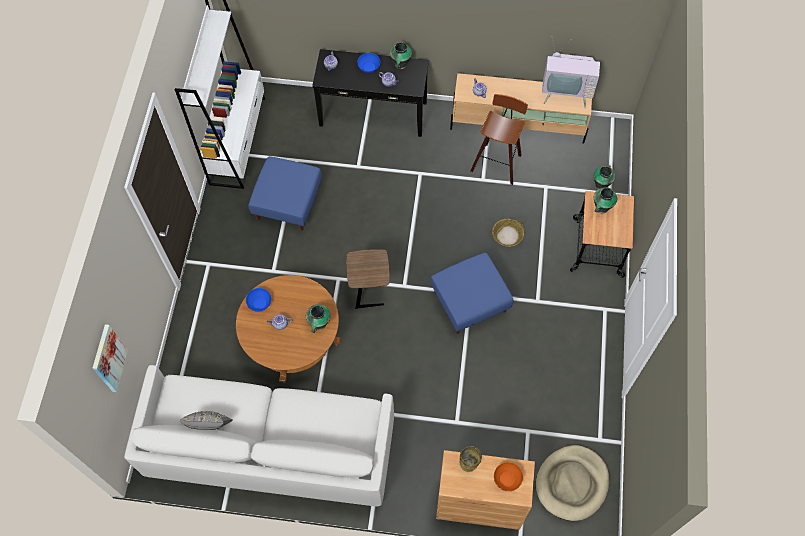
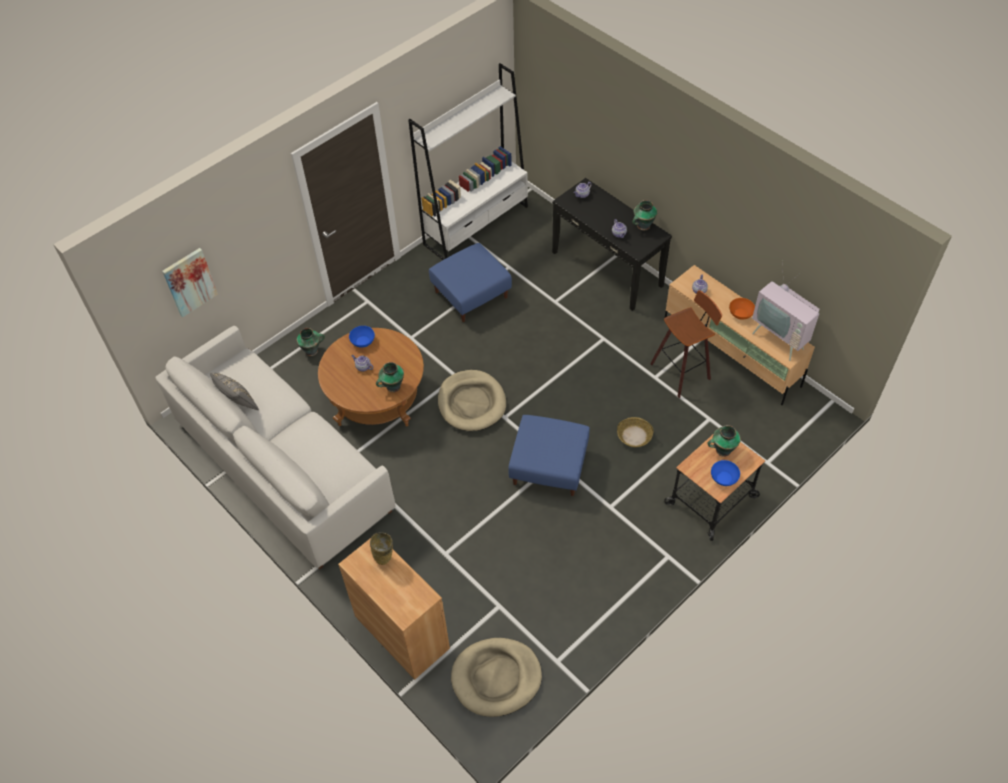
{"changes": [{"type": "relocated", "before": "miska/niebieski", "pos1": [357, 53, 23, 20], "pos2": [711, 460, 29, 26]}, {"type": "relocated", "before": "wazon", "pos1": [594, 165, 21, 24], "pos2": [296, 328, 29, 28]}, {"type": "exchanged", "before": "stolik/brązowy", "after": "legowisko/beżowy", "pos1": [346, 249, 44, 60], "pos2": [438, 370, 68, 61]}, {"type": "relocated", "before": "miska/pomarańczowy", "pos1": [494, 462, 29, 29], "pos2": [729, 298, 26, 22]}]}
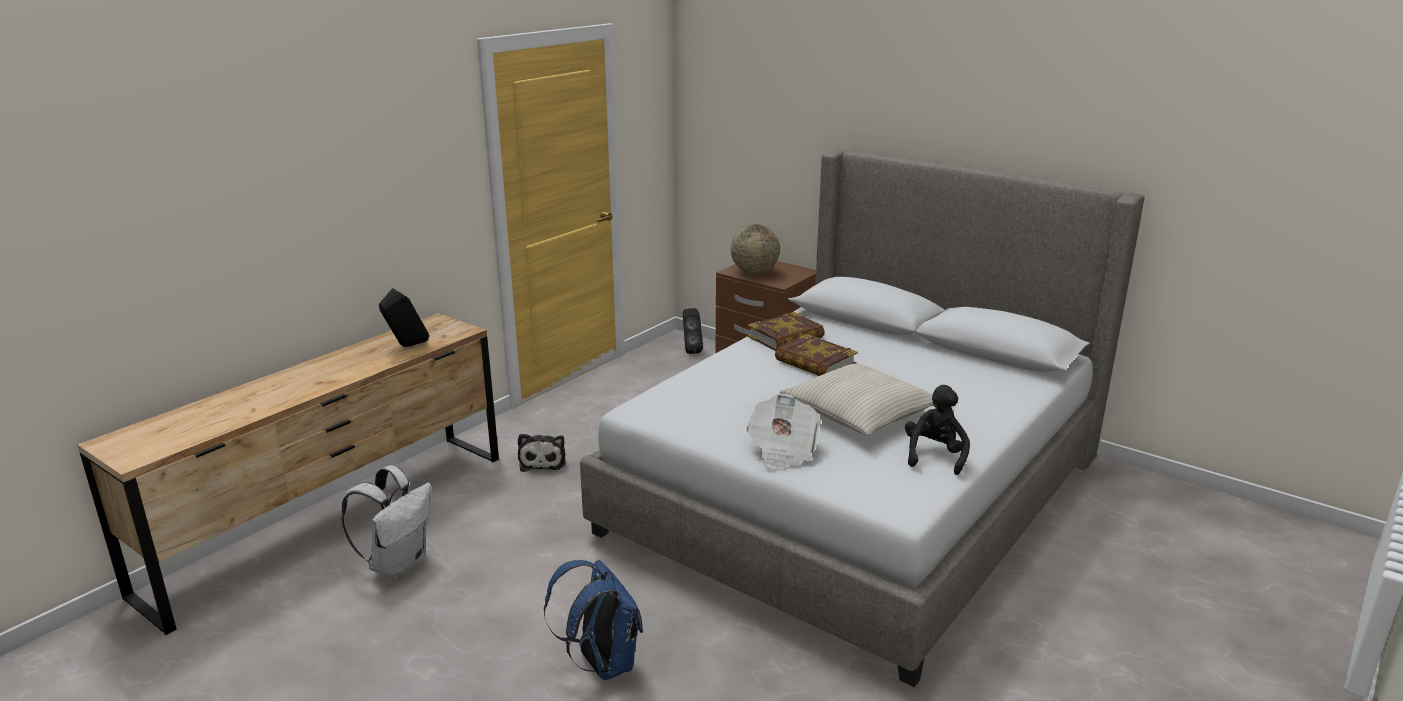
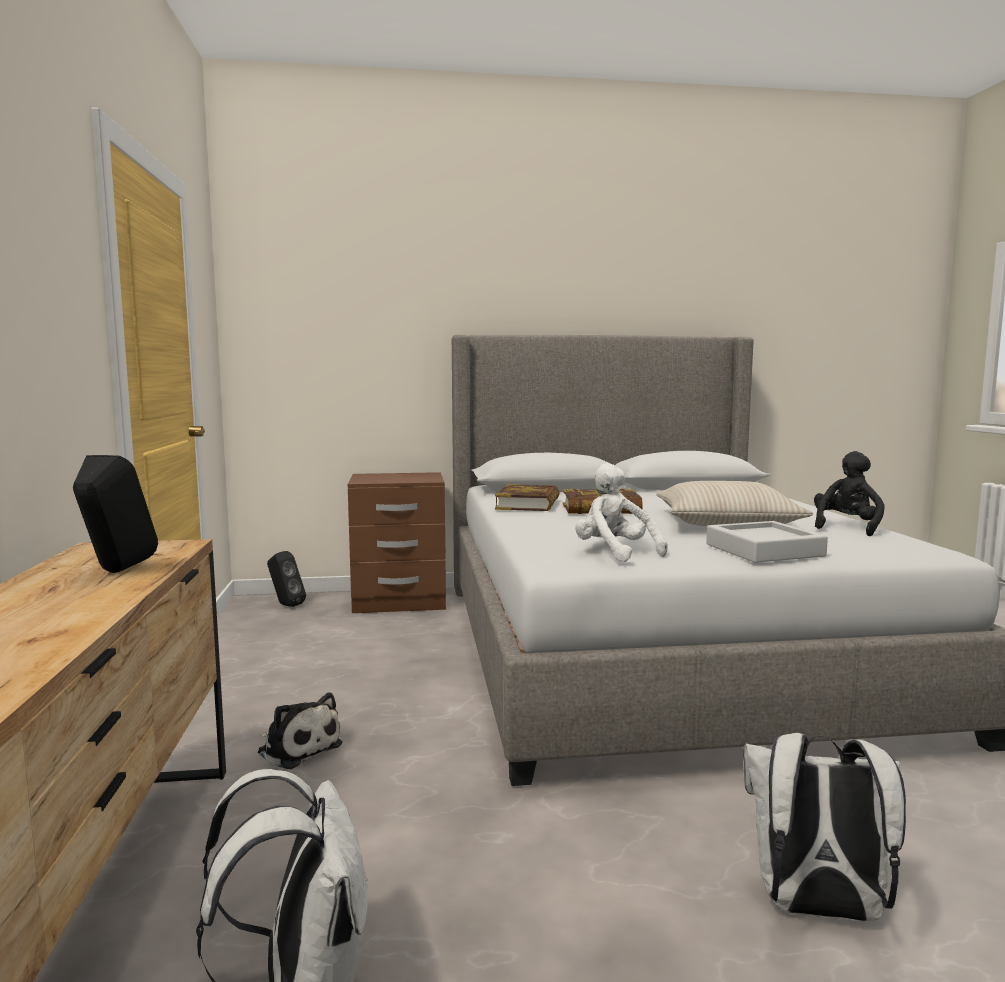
{"changes": [{"type": "missing", "before": "globus", "pos1": [731, 224, 49, 50]}, {"type": "spun", "before": "pluszak/czarny", "pos1": [905, 385, 65, 90], "pos2": [814, 451, 71, 85], "turn": 60}, {"type": "exchanged", "before": "gazeta", "after": "taca/szary", "pos1": [747, 394, 74, 75], "pos2": [706, 521, 122, 42]}, {"type": "colour", "before": "plecak/niebieski", "after": "plecak/biały", "pos1": [544, 560, 99, 121], "pos2": [743, 733, 163, 189]}, {"type": "appeared", "after": "pluszak/biały", "pos2": [575, 463, 93, 99]}]}
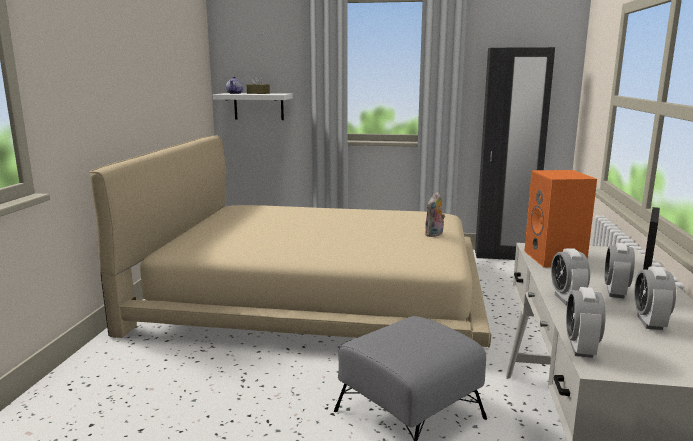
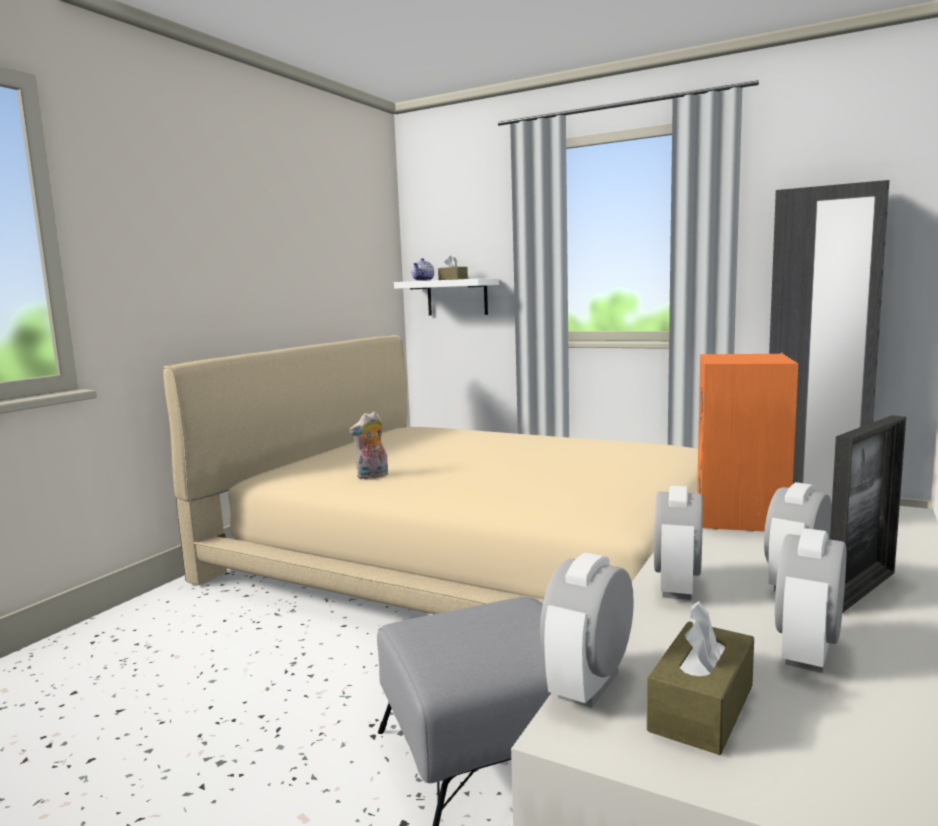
{"changes": [{"type": "relocated", "before": "pluszak", "pos1": [425, 192, 20, 45], "pos2": [349, 412, 39, 67]}, {"type": "appeared", "after": "pudełko chusteczek/brązowy", "pos2": [647, 601, 107, 154]}]}
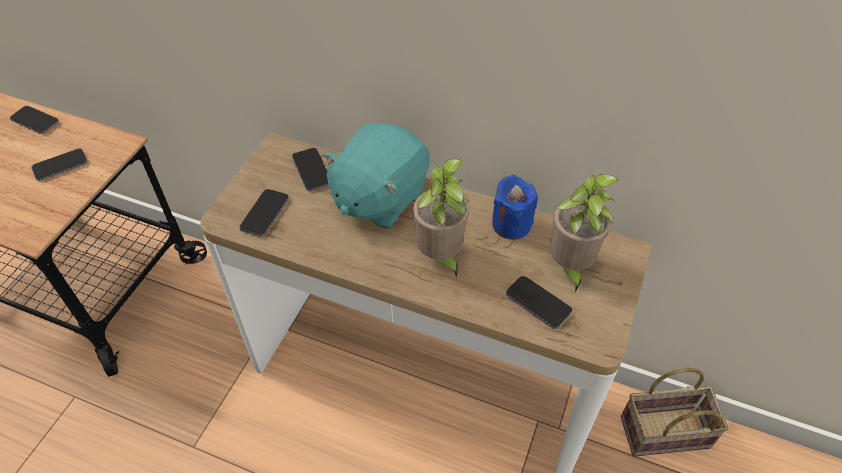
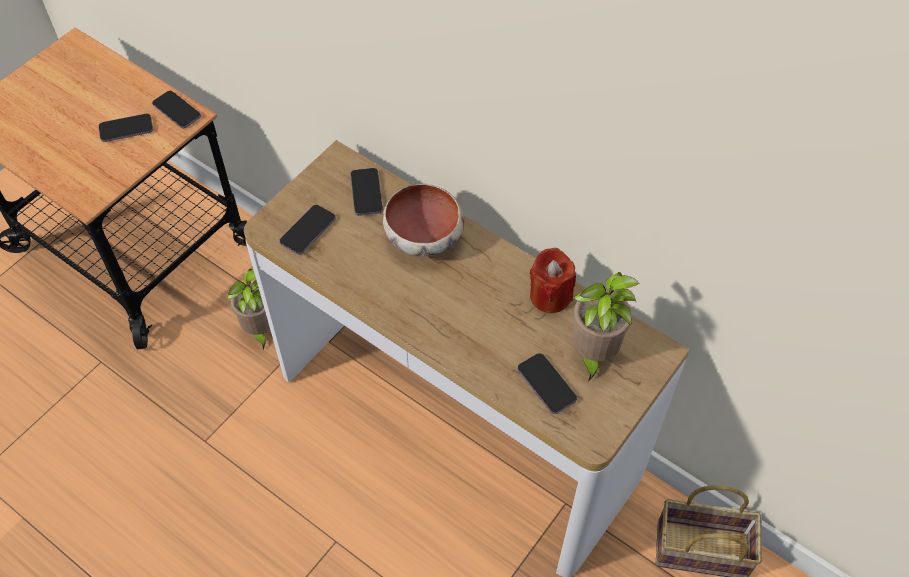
{"changes": [{"type": "relocated", "before": "telefon", "pos1": [10, 106, 49, 28], "pos2": [152, 91, 49, 37]}, {"type": "exchanged", "before": "pluszak/turkusowy", "after": "miska", "pos1": [322, 123, 108, 106], "pos2": [383, 184, 81, 73]}, {"type": "relocated", "before": "roślina doniczkowa", "pos1": [413, 159, 58, 120], "pos2": [226, 268, 44, 82]}, {"type": "colour", "before": "świeca/niebieski", "after": "świeca/czerwony", "pos1": [492, 175, 46, 64], "pos2": [530, 248, 46, 65]}]}
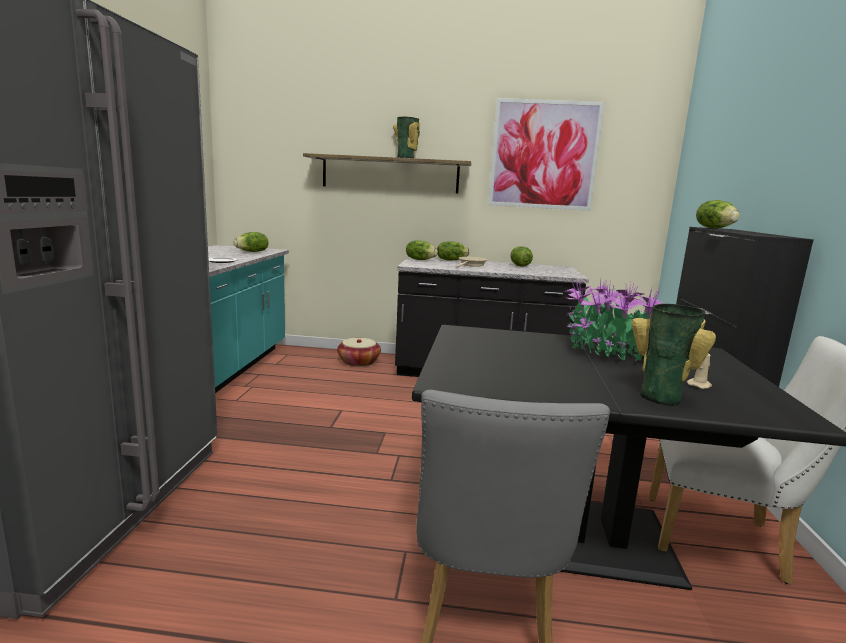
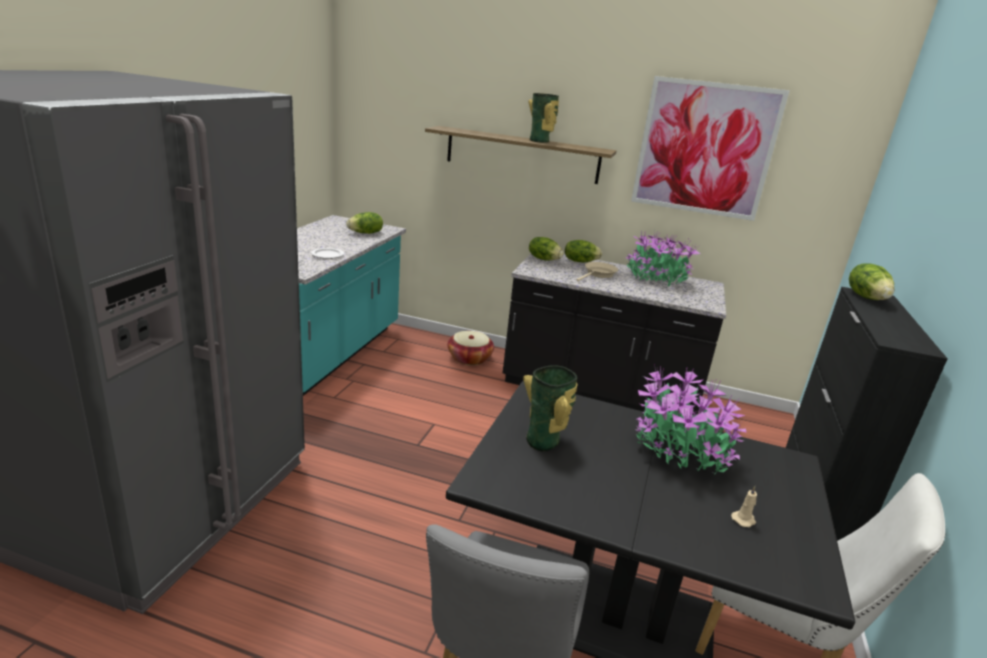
{"changes": [{"type": "exchanged", "before": "sałata", "after": "roślina doniczkowa", "pos1": [510, 246, 23, 21], "pos2": [626, 230, 75, 56]}, {"type": "relocated", "before": "wazon", "pos1": [631, 304, 85, 102], "pos2": [523, 365, 55, 86]}]}
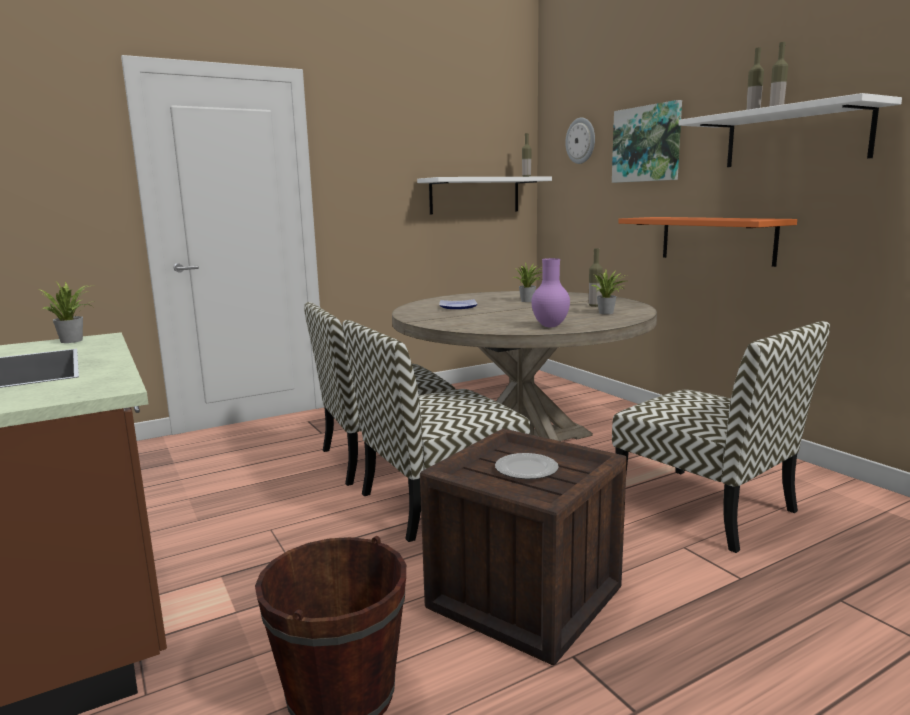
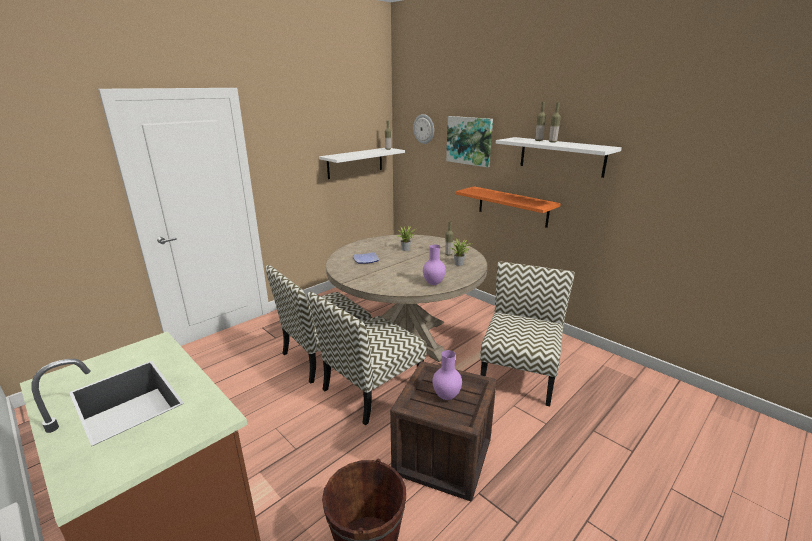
{"changes": [{"type": "missing", "before": "roślina doniczkowa", "pos1": [38, 282, 57, 61]}, {"type": "spun", "before": "krzesło", "pos1": [612, 321, 218, 232], "pos2": [480, 261, 95, 145], "turn": -105}, {"type": "exchanged", "before": "talerz", "after": "wazon/fioletowy", "pos1": [495, 453, 64, 26], "pos2": [433, 350, 29, 50]}]}
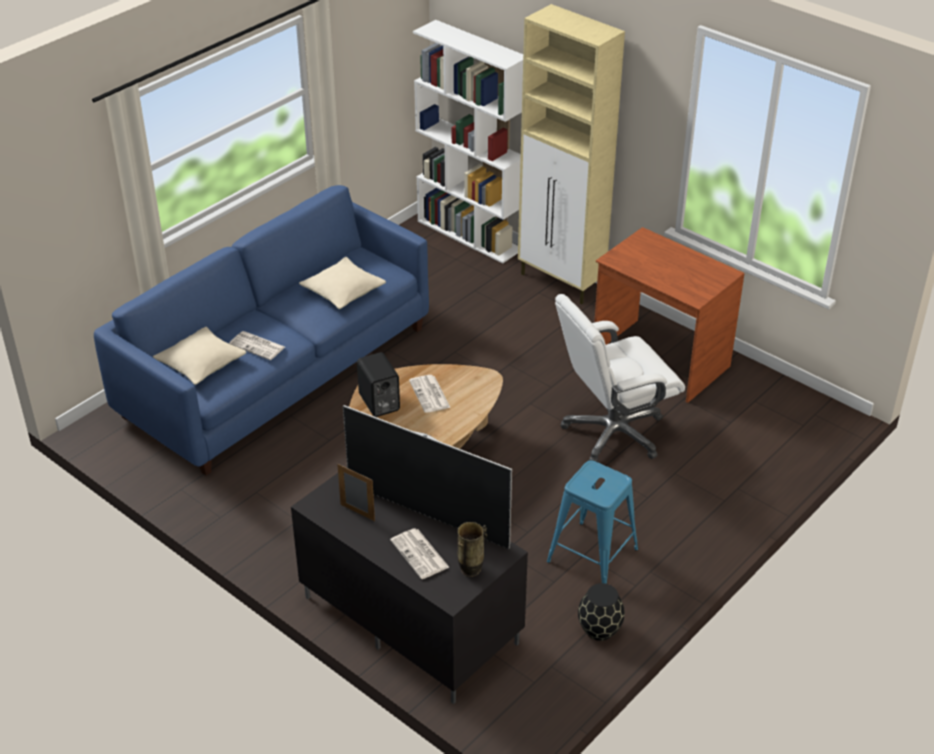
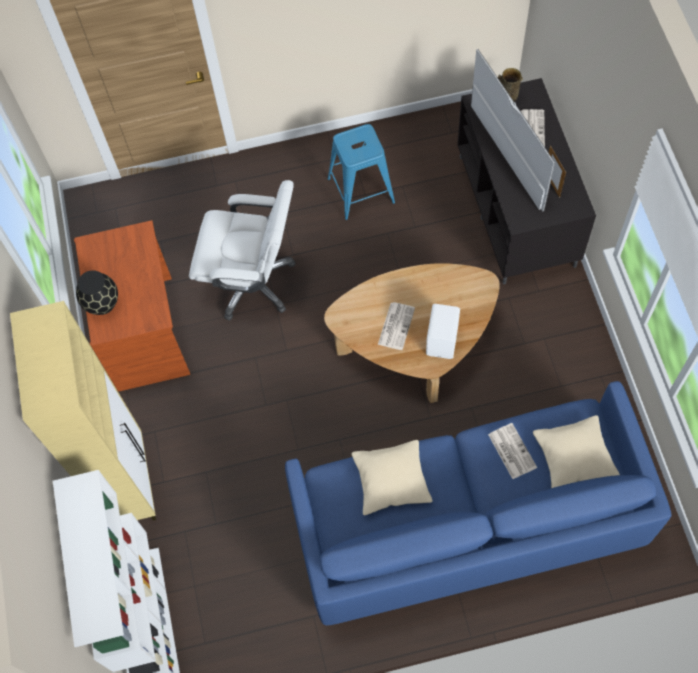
{"changes": [{"type": "colour", "before": "głośnik/czarny", "after": "głośnik/biały", "pos1": [357, 352, 43, 65], "pos2": [426, 304, 34, 55]}, {"type": "relocated", "before": "wazon/czarny", "pos1": [578, 583, 47, 58], "pos2": [76, 270, 42, 45]}]}
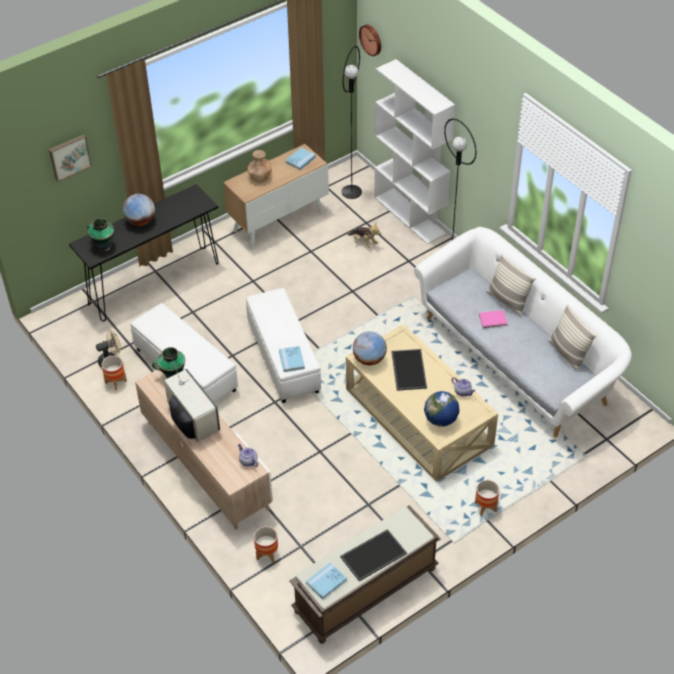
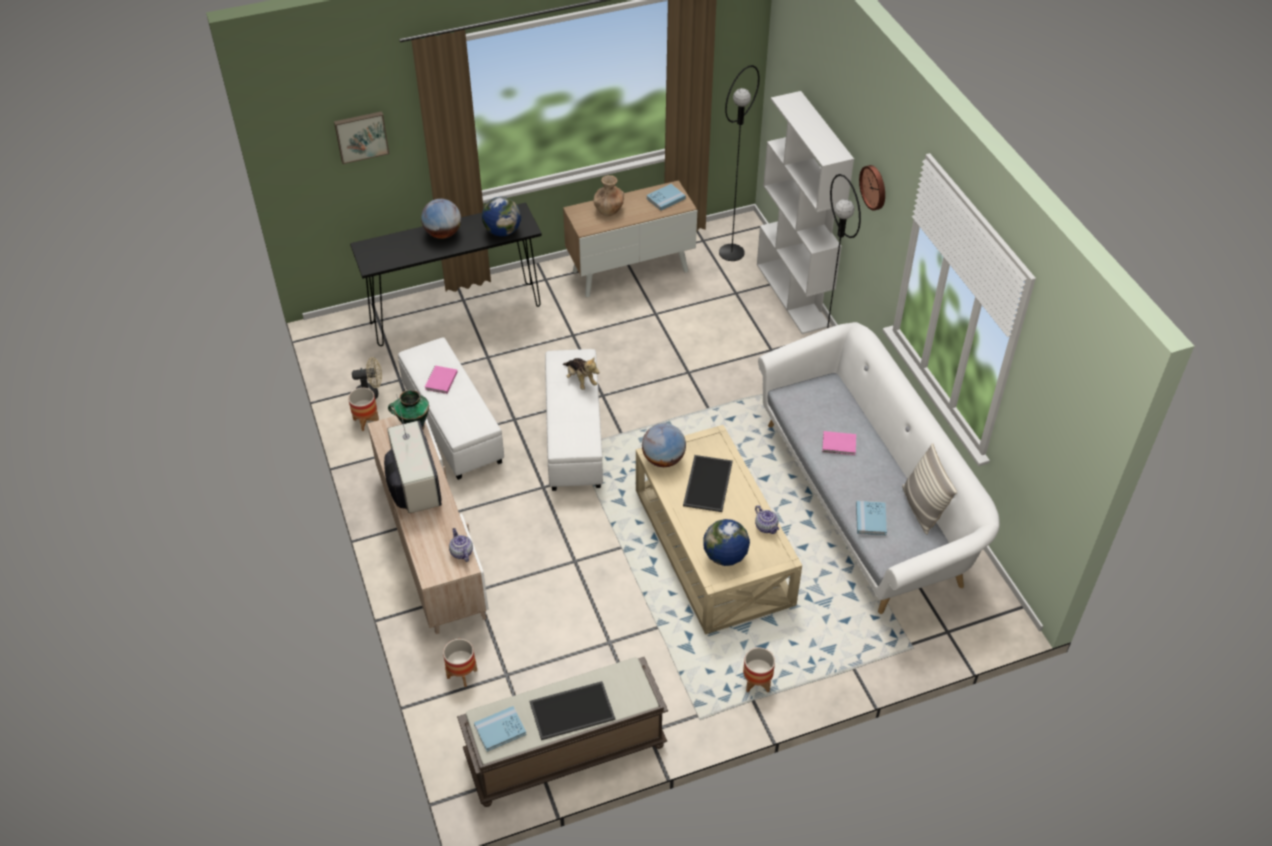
{"changes": [{"type": "relocated", "before": "zegar ścienny", "pos1": [359, 24, 22, 32], "pos2": [859, 165, 26, 46]}, {"type": "missing", "before": "wazon", "pos1": [87, 218, 27, 34]}, {"type": "relocated", "before": "pluszak", "pos1": [347, 224, 34, 24], "pos2": [563, 356, 37, 34]}, {"type": "missing", "before": "poduszka", "pos1": [486, 253, 50, 63]}, {"type": "relocated", "before": "książka/niebieski", "pos1": [279, 346, 26, 26], "pos2": [856, 501, 31, 34]}, {"type": "appeared", "after": "globus", "pos2": [482, 197, 39, 40]}, {"type": "appeared", "after": "książka/różowy", "pos2": [425, 365, 33, 29]}]}
